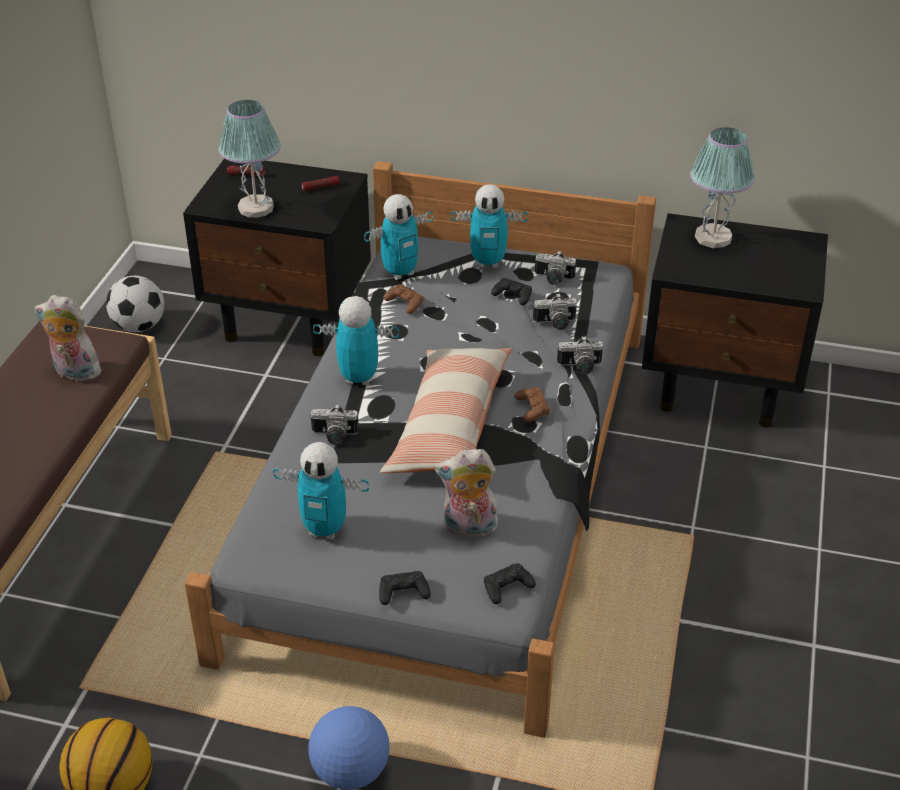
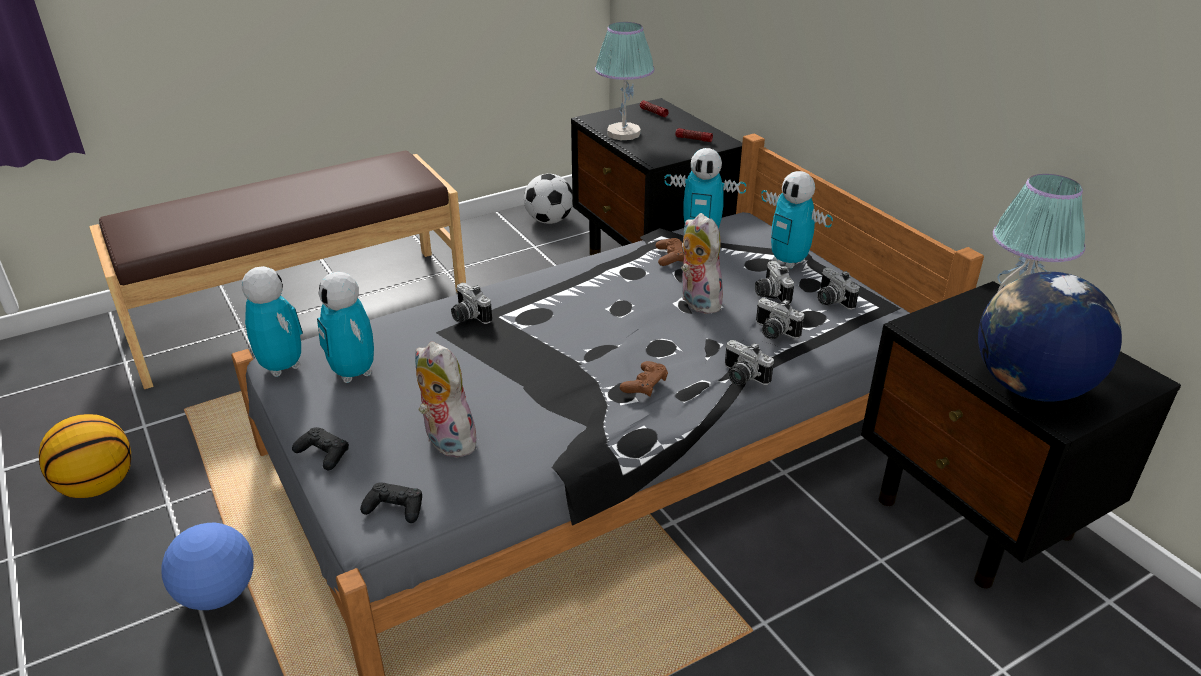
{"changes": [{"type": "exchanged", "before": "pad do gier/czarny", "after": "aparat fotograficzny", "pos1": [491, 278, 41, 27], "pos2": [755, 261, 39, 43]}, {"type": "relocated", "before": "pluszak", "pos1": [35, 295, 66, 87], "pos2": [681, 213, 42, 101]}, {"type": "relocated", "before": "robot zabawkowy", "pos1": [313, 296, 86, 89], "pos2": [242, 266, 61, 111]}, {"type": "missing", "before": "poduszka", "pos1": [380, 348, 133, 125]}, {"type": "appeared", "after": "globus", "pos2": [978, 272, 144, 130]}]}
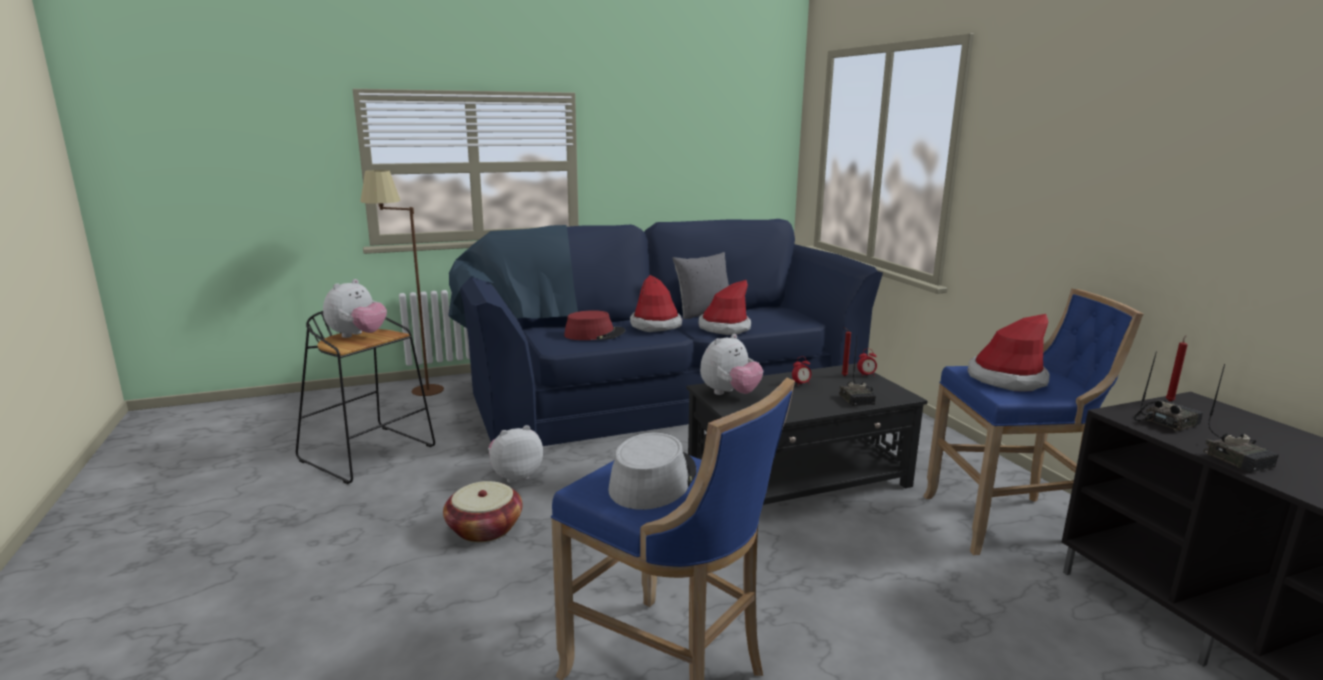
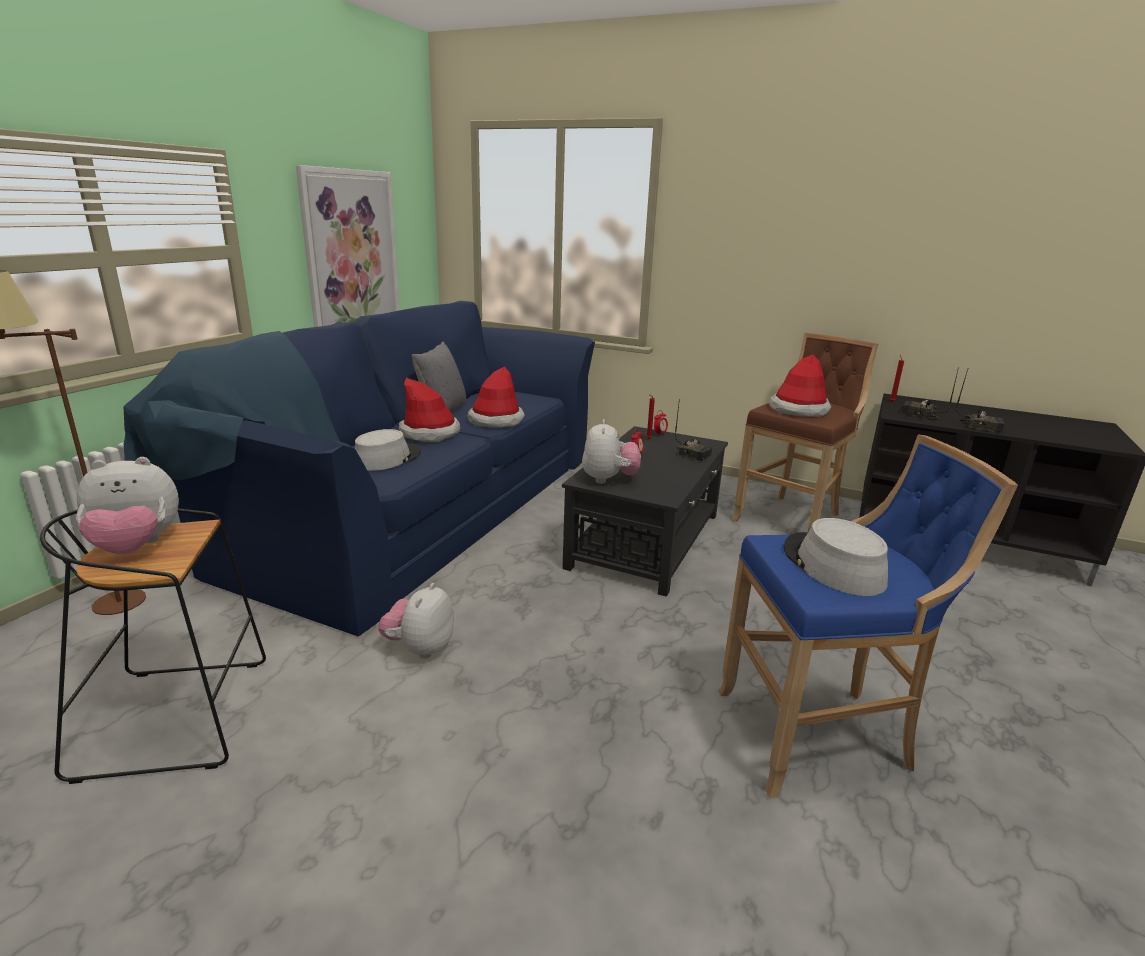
{"changes": [{"type": "spun", "before": "pluszak", "pos1": [323, 279, 64, 59], "pos2": [76, 457, 103, 97], "turn": 90}, {"type": "colour", "before": "stołek/niebieski", "after": "stołek/brązowy", "pos1": [923, 288, 220, 267], "pos2": [731, 333, 147, 199]}, {"type": "colour", "before": "kapelusz/czerwony", "after": "kapelusz/szary", "pos1": [564, 310, 61, 30], "pos2": [355, 429, 66, 42]}, {"type": "spun", "before": "radio", "pos1": [1134, 351, 69, 81], "pos2": [901, 367, 58, 54], "turn": -75}, {"type": "missing", "before": "koszyk", "pos1": [443, 481, 80, 61]}, {"type": "appeared", "after": "obraz", "pos2": [296, 165, 104, 162]}]}
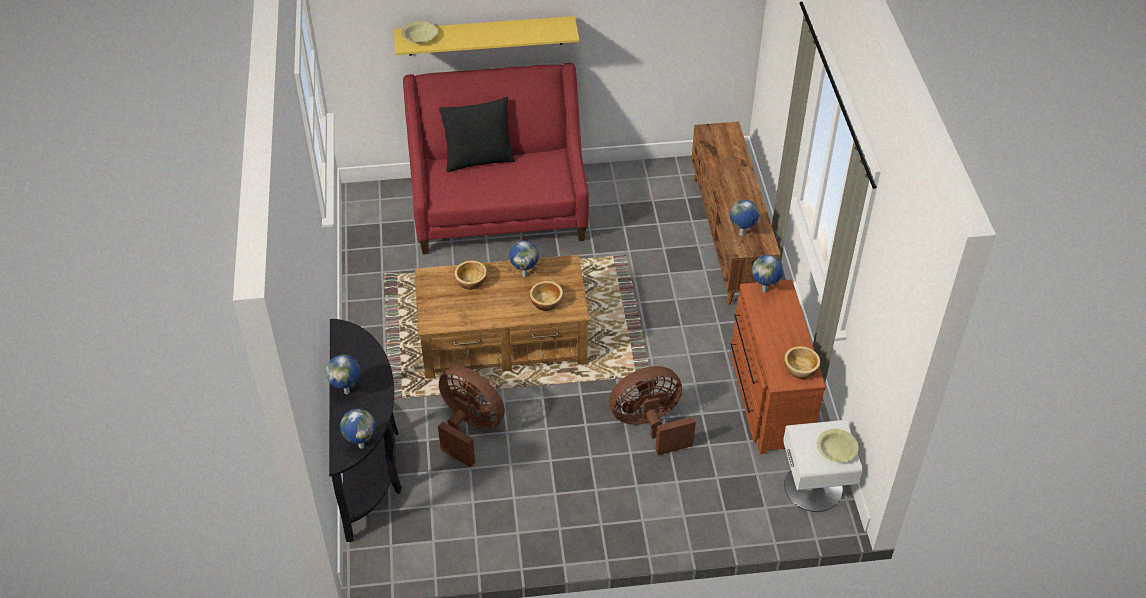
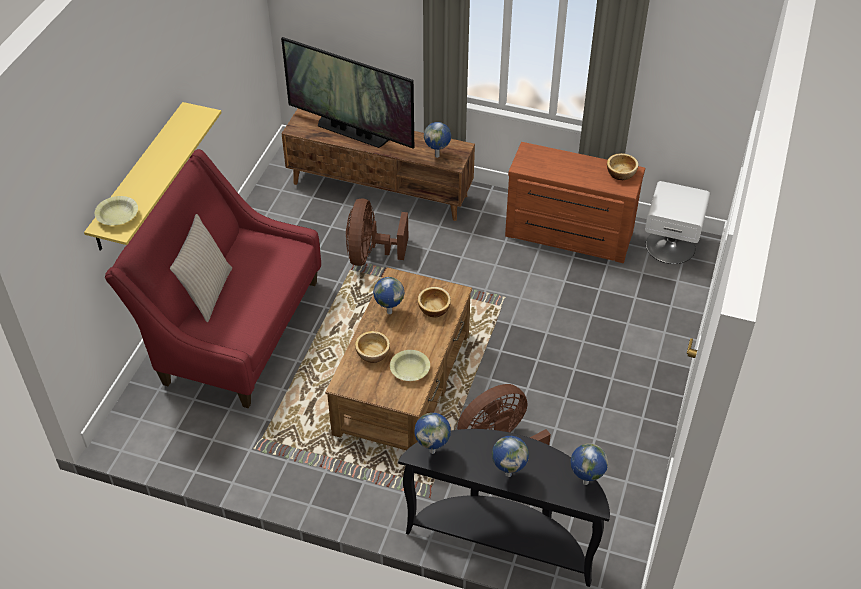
{"changes": [{"type": "colour", "before": "poduszka/czarny", "after": "poduszka/beżowy", "pos1": [439, 97, 76, 75], "pos2": [170, 214, 62, 108]}, {"type": "relocated", "before": "globus", "pos1": [752, 255, 31, 38], "pos2": [414, 413, 37, 41]}, {"type": "relocated", "before": "wentylator/brązowy", "pos1": [609, 366, 87, 89], "pos2": [346, 199, 62, 67]}, {"type": "relocated", "before": "miska/żółty", "pos1": [817, 429, 41, 33], "pos2": [390, 350, 40, 31]}, {"type": "appeared", "after": "telewizor", "pos2": [281, 37, 133, 111]}]}
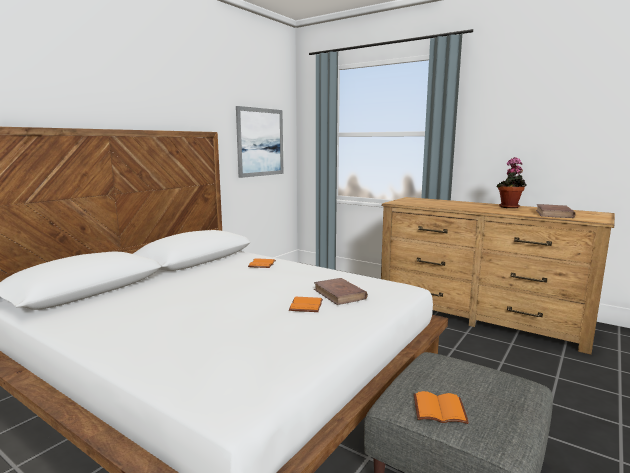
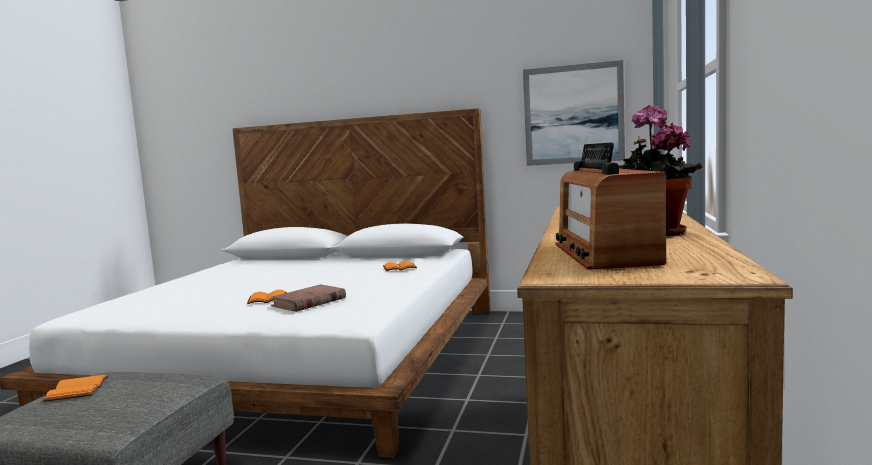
{"changes": [{"type": "exchanged", "before": "książka/brązowy", "after": "radio", "pos1": [536, 204, 40, 14], "pos2": [556, 143, 110, 127]}]}
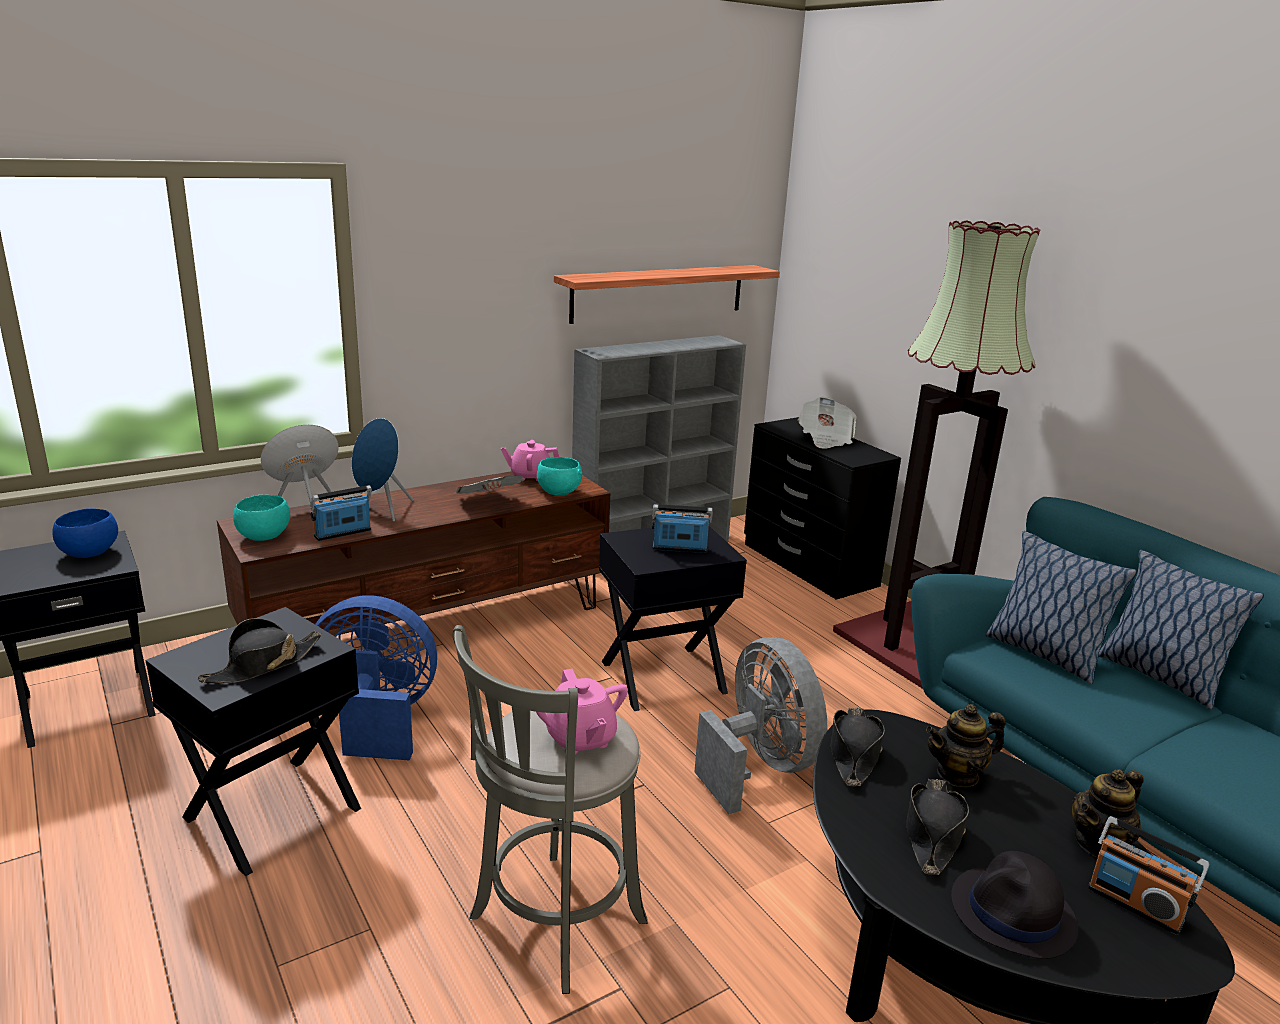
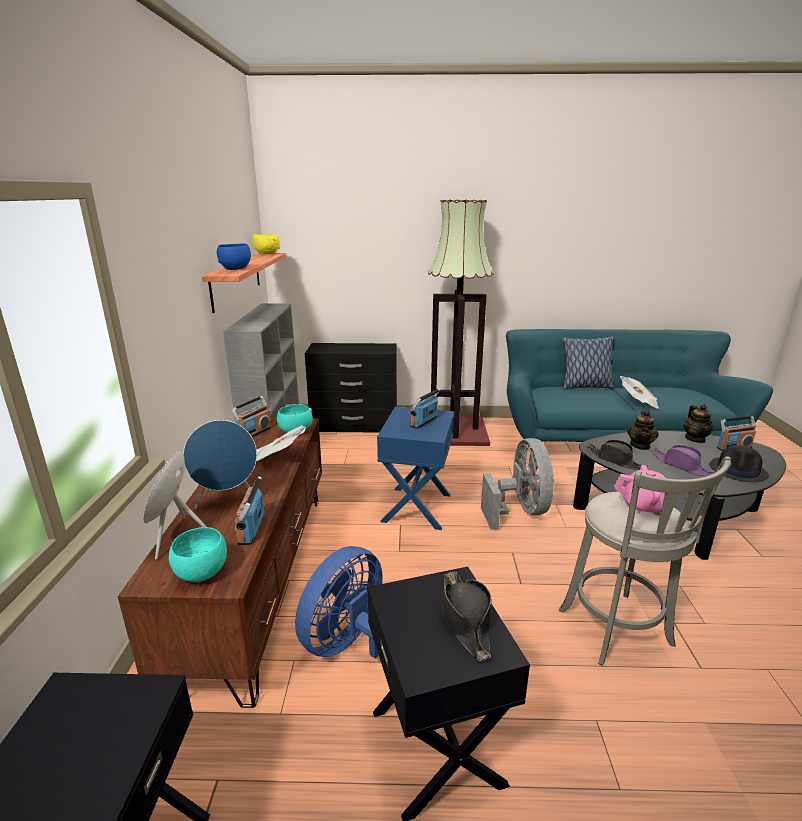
{"changes": [{"type": "relocated", "before": "gazeta", "pos1": [798, 397, 59, 52], "pos2": [620, 376, 39, 33]}, {"type": "exchanged", "before": "imbryk/różowy", "after": "radio", "pos1": [501, 440, 58, 41], "pos2": [232, 396, 39, 41]}, {"type": "relocated", "before": "miska/niebieski", "pos1": [52, 508, 66, 50], "pos2": [217, 244, 34, 26]}, {"type": "colour", "before": "stolik/czarny", "after": "stolik/niebieski", "pos1": [599, 526, 148, 185], "pos2": [377, 407, 77, 123]}, {"type": "missing", "before": "poduszka", "pos1": [986, 531, 151, 153]}, {"type": "spun", "before": "wentylator/szary", "pos1": [694, 637, 133, 177], "pos2": [481, 438, 73, 92], "turn": 75}, {"type": "colour", "before": "kapelusz/czarny", "after": "kapelusz/fioletowy", "pos1": [907, 779, 62, 96], "pos2": [651, 445, 64, 31]}, {"type": "appeared", "after": "miska/żółty", "pos2": [252, 234, 28, 20]}]}
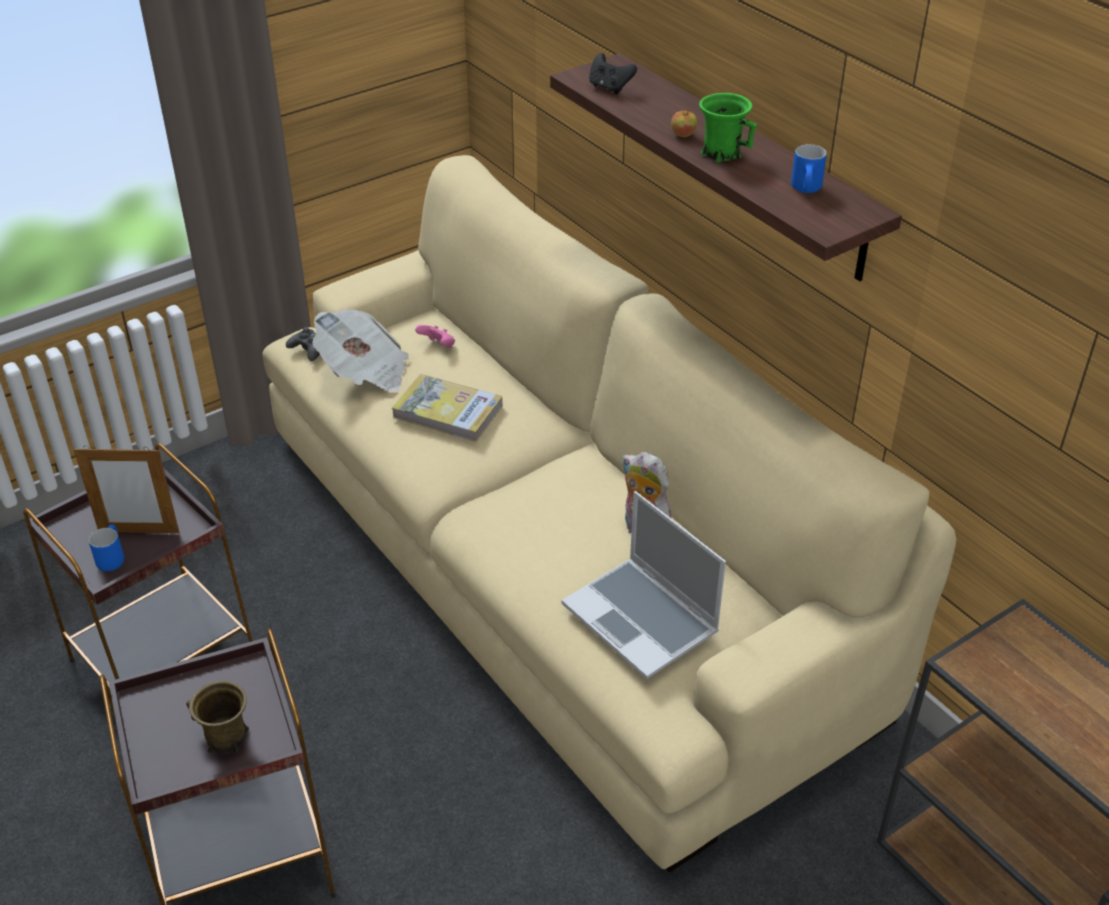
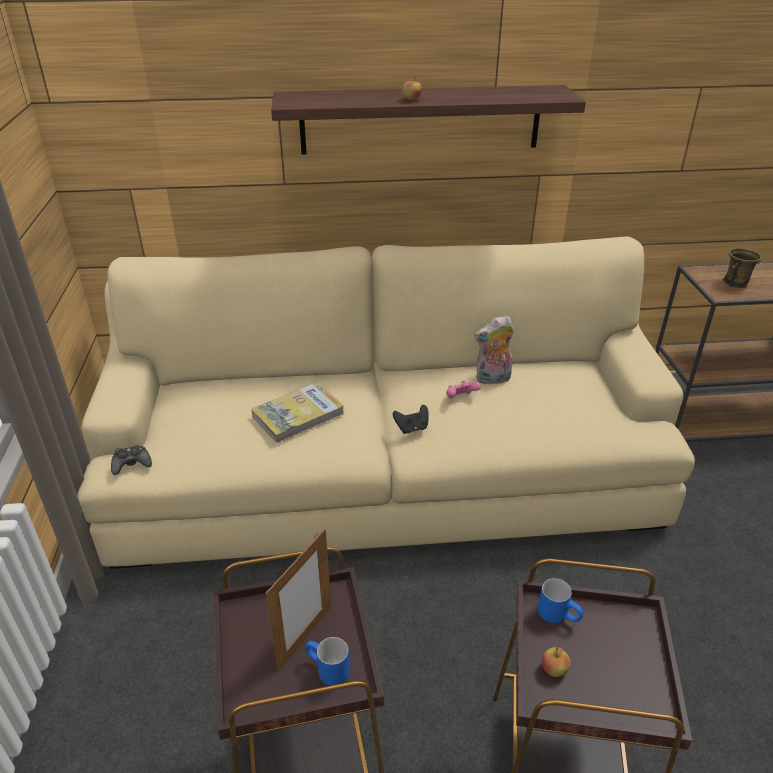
{"changes": [{"type": "relocated", "before": "pad do gier/czarny", "pos1": [589, 53, 48, 41], "pos2": [393, 405, 36, 29]}, {"type": "missing", "before": "kubek/zielony", "pos1": [699, 93, 58, 69]}, {"type": "relocated", "before": "kubek/niebieski", "pos1": [791, 144, 36, 49], "pos2": [538, 578, 45, 46]}, {"type": "missing", "before": "gazeta", "pos1": [312, 309, 97, 83]}, {"type": "relocated", "before": "pad do gier/różowy", "pos1": [415, 325, 40, 23], "pos2": [446, 381, 35, 18]}, {"type": "missing", "before": "laptop", "pos1": [562, 491, 164, 188]}, {"type": "relocated", "before": "kubek/brązowy", "pos1": [186, 681, 63, 73], "pos2": [722, 248, 41, 40]}, {"type": "appeared", "after": "jabłko", "pos2": [542, 647, 29, 30]}]}
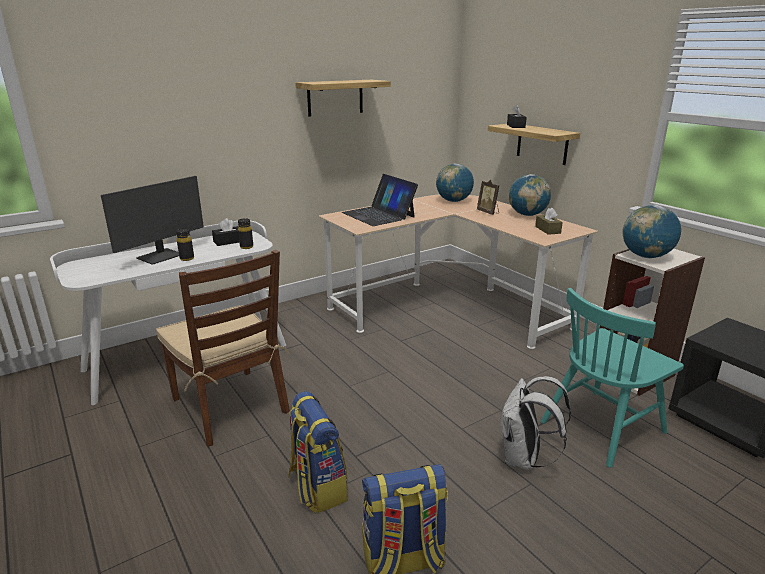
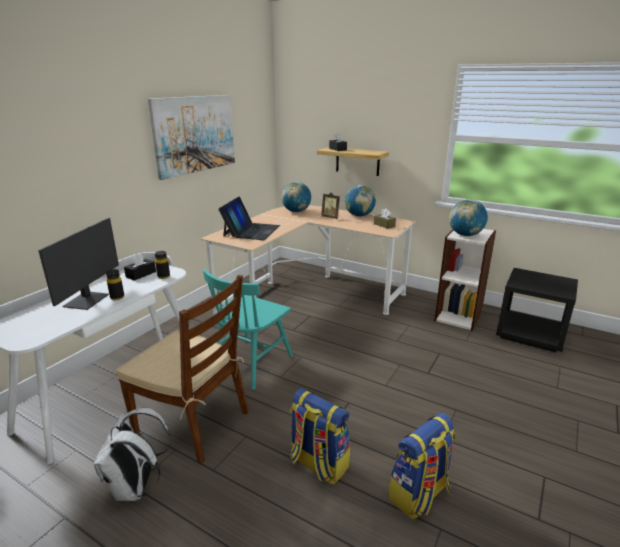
{"changes": [{"type": "exchanged", "before": "półka", "after": "obraz", "pos1": [295, 80, 96, 37], "pos2": [148, 95, 87, 85]}, {"type": "spun", "before": "laptop", "pos1": [342, 174, 76, 52], "pos2": [218, 197, 62, 43], "turn": -105}, {"type": "relocated", "before": "krzesło/turkusowy", "pos1": [541, 288, 143, 180], "pos2": [203, 269, 90, 121]}, {"type": "relocated", "before": "plecak/biały", "pos1": [501, 376, 70, 94], "pos2": [94, 408, 77, 93]}]}
